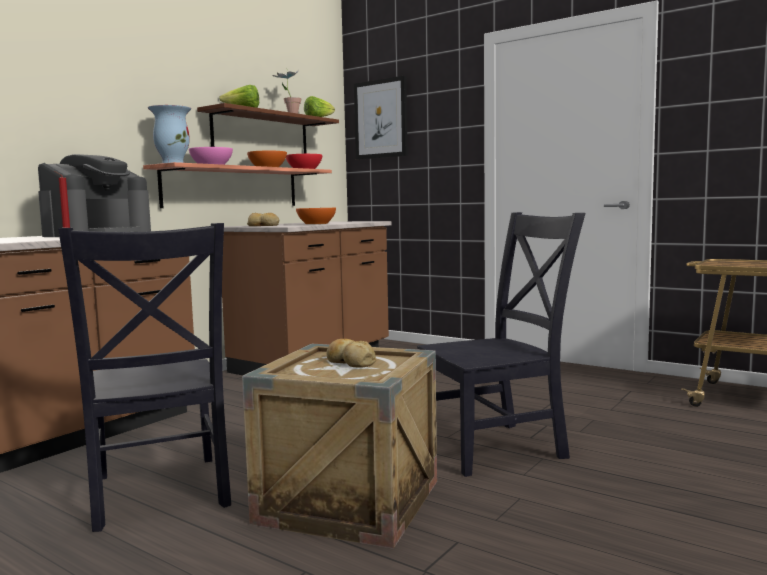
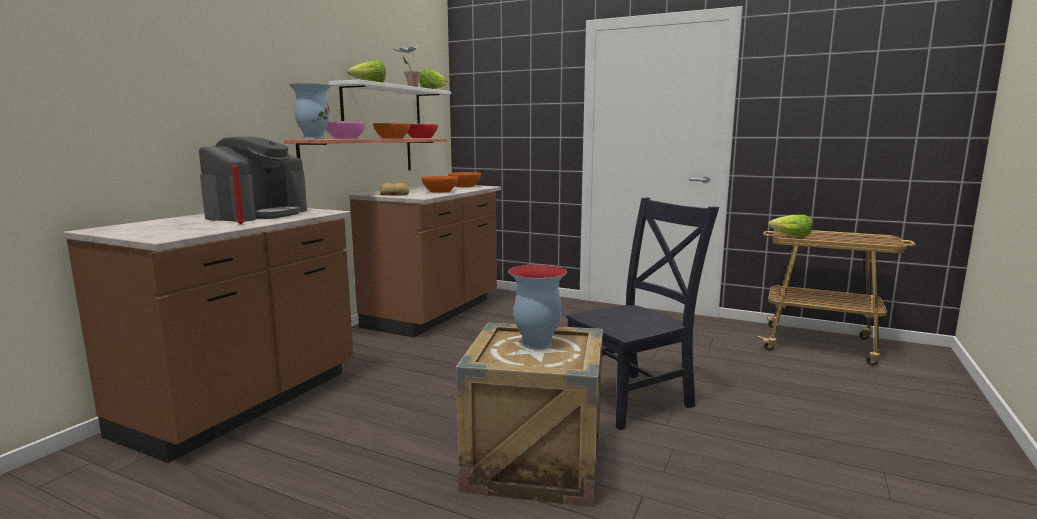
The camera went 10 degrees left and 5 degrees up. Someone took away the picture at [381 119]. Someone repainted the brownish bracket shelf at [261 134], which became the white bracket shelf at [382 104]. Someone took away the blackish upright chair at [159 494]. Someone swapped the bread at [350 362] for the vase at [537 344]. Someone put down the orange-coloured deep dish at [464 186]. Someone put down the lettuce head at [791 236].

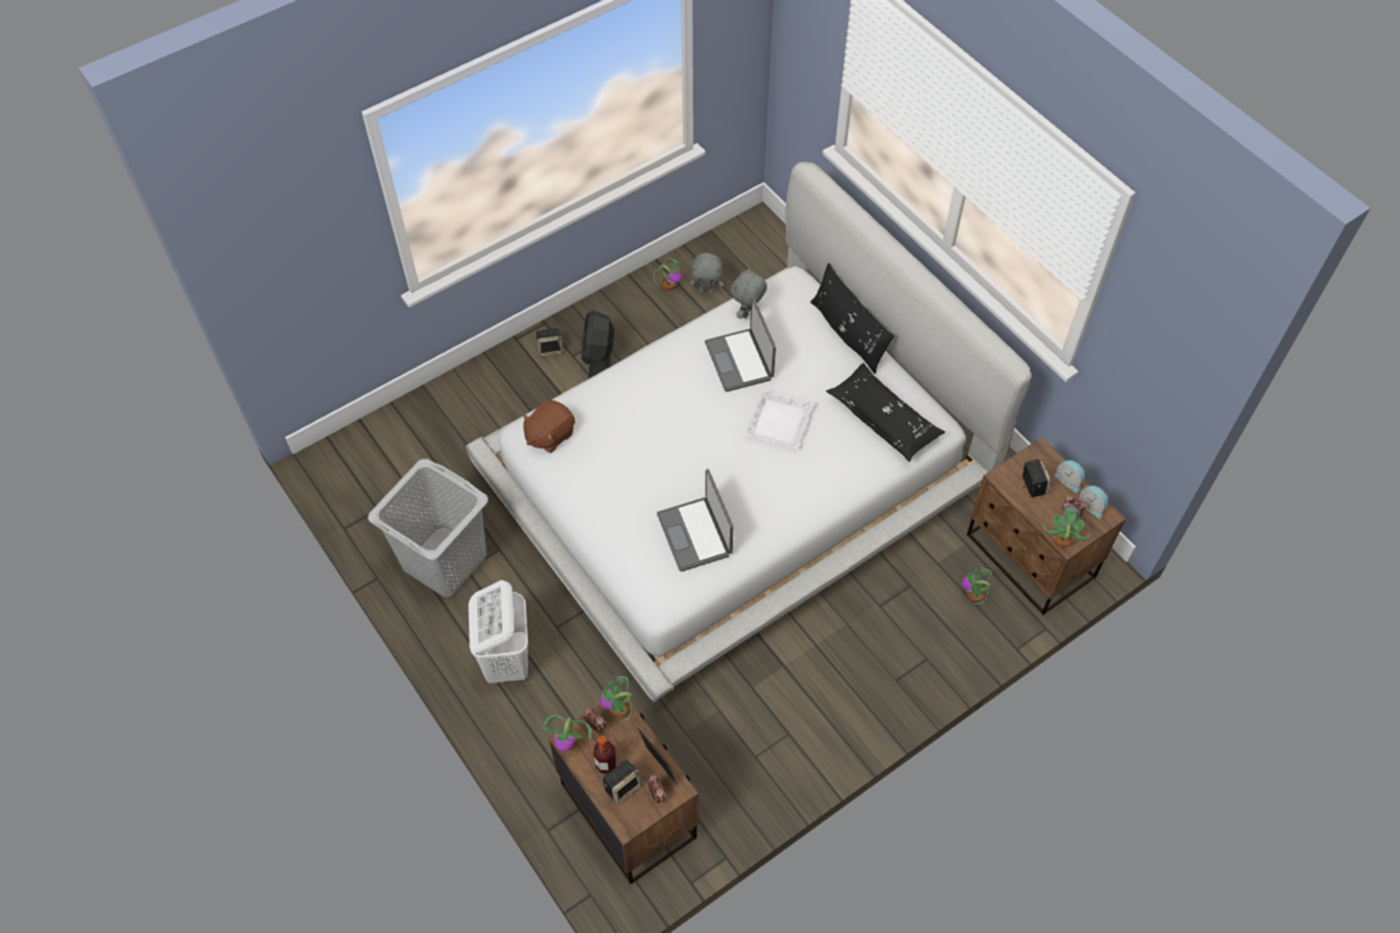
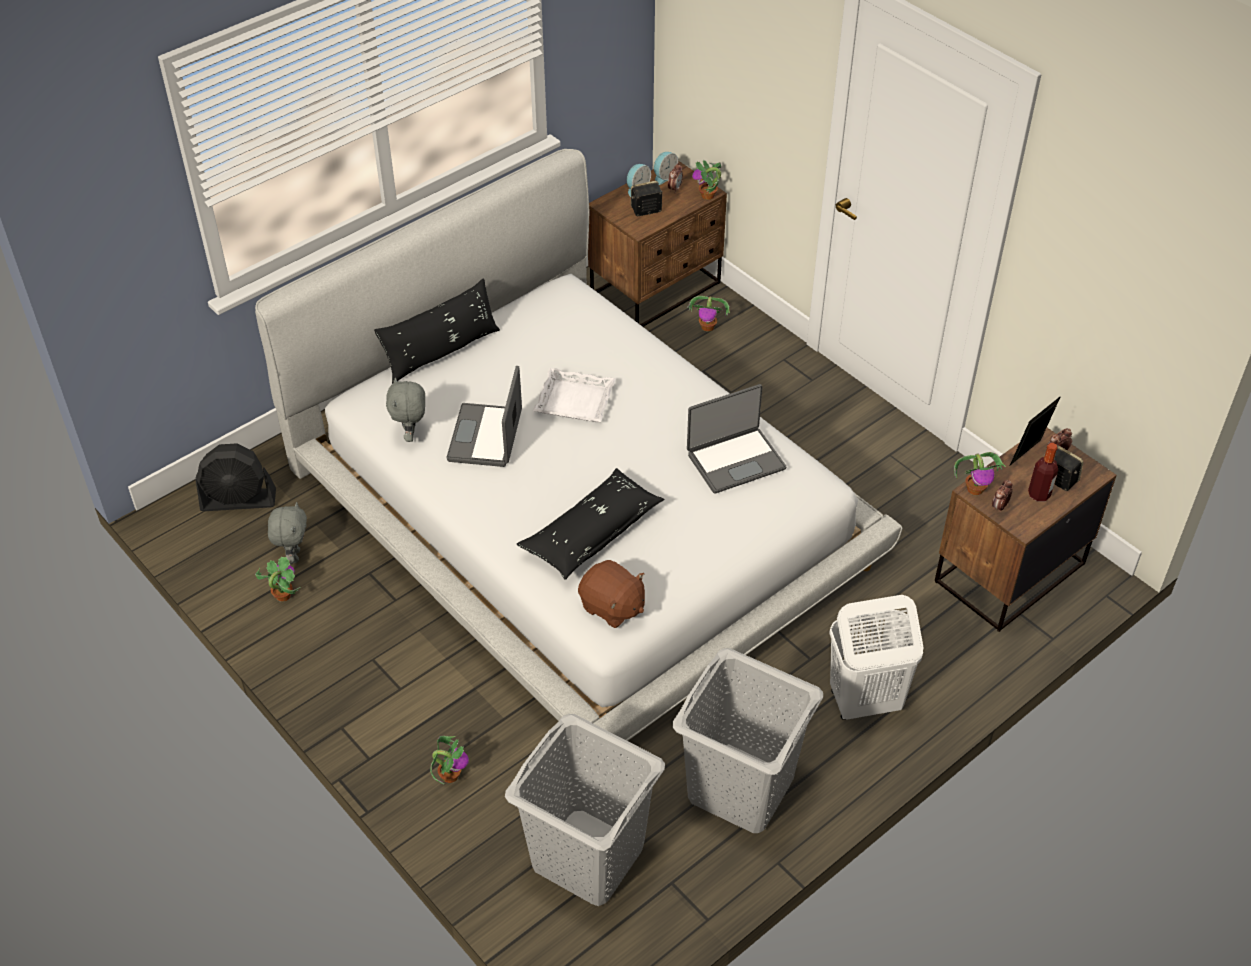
The camera went 95 degrees left and 10 degrees down. Someone rotated the gray cuddly toy at [748 313] by 60 degrees clockwise. Someone rotated the portable computer at [740 361] by 120 degrees clockwise. Someone carried the blackish cooling fan from [599 358] to [239 500]. Someone took away the audio speaker at [551 349]. Someone carried the blackish cushion from [884 419] to [592 533]. Someone carried the potted plant from [569 743] to [450 775]. Someone put down the gray washing basket at [588 858].

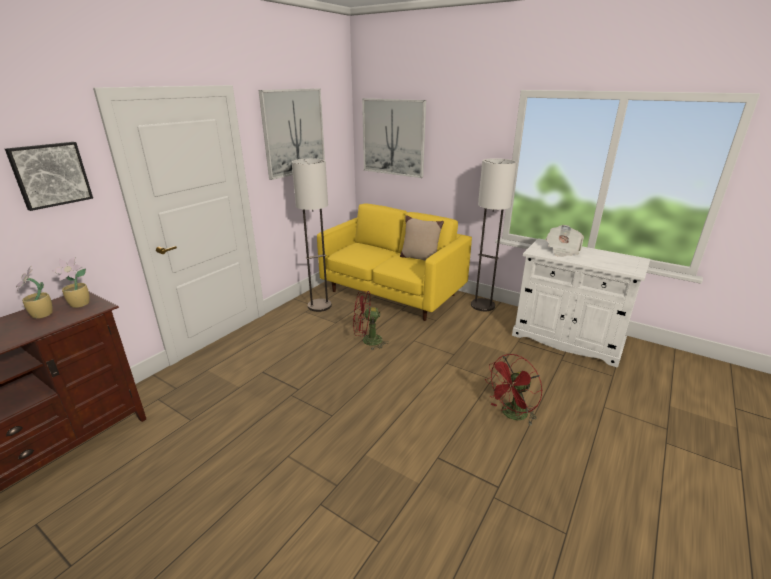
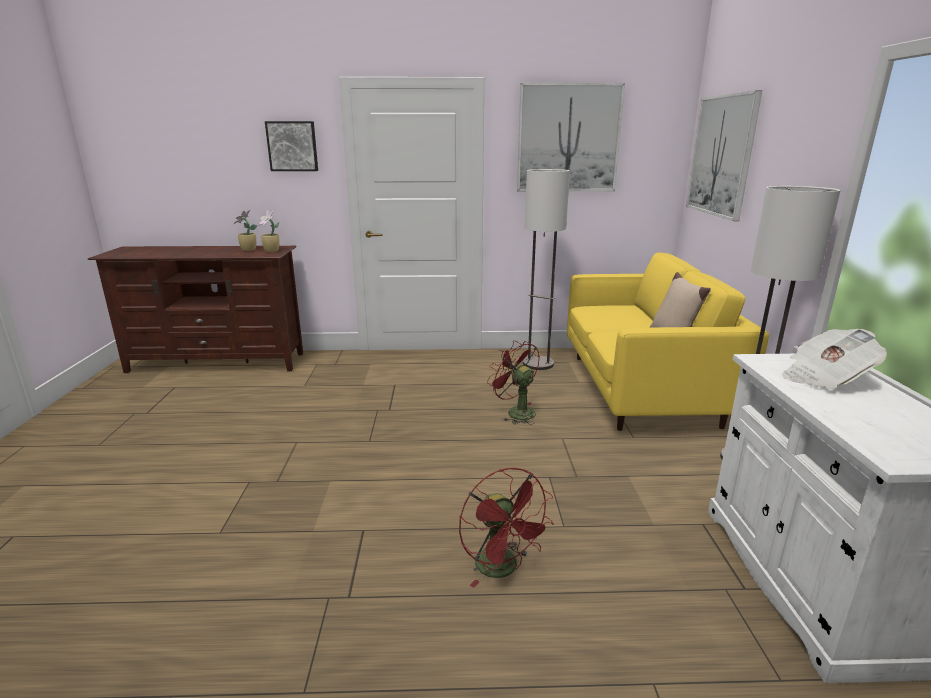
The camera went 55 degrees right and 5 degrees down. Someone rotated the red cooling fan at [511 415] by 135 degrees counterclockwise.

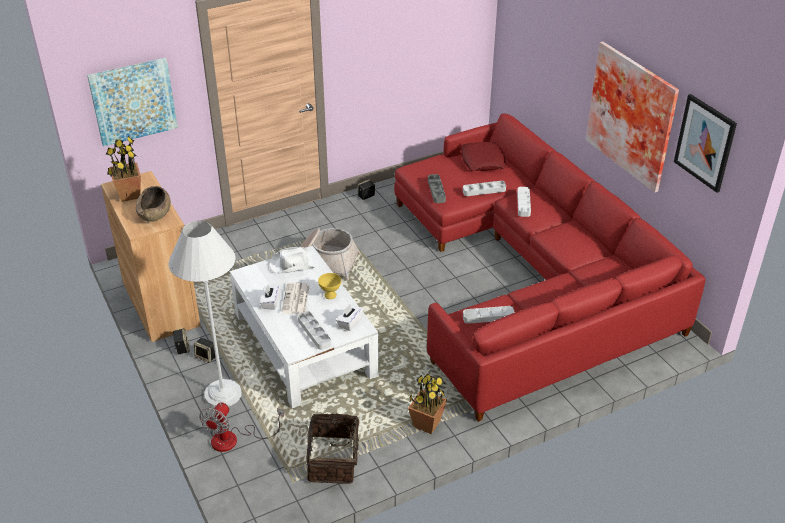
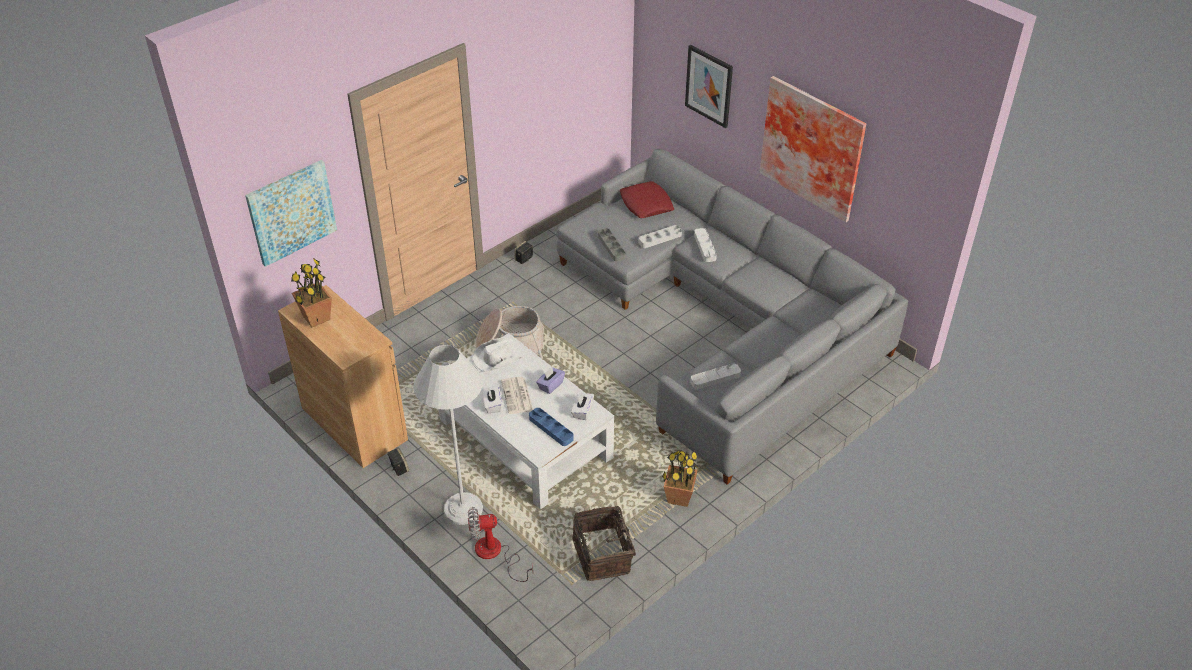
The camera went 15 degrees left and 5 degrees up. Someone carried the picture from [705 143] to [709 86]. Someone repainted the red couch at [529 277], which became the gray couch at [724 322]. Someone took away the brownish deep dish at [155 213]. Someone swapped the yellow deep dish at [330 295] for the purplish tissue box at [550 385]. Someone repainted the gray tray at [314 332], which became the bluish tray at [551 429]. Someone took away the audio speaker at [206 357]. Someone rotated the cooling fan at [234 439] by 75 degrees clockwise.

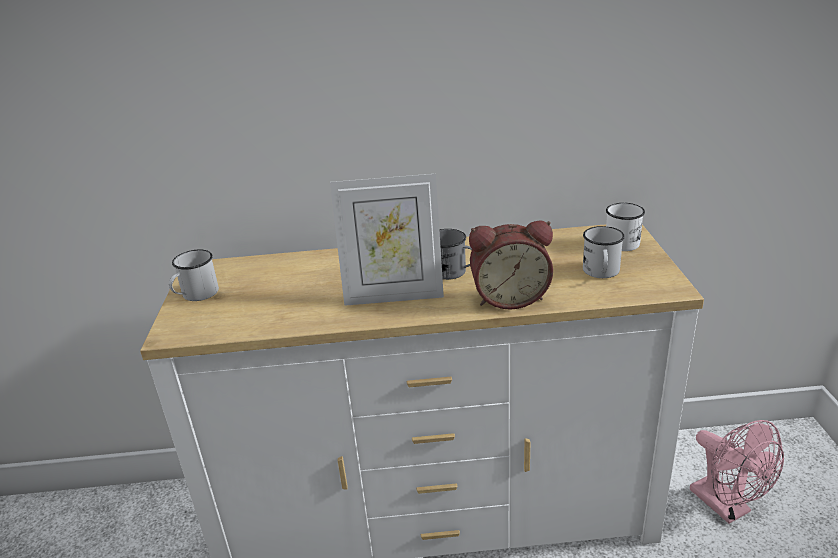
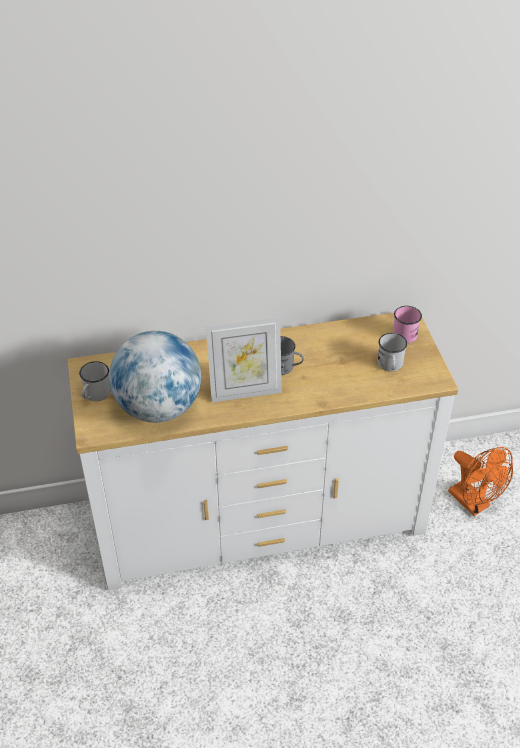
The camera went 10 degrees left and 15 degrees up. Someone repainted the white mug at [624 241], which became the pink-coloured mug at [406 332]. Someone took away the bedside clock at [509 297]. Someone repainted the pink-coloured cooling fan at [727 507], which became the orange-coloured cooling fan at [474 503]. Someone put down the globe at [159 408].

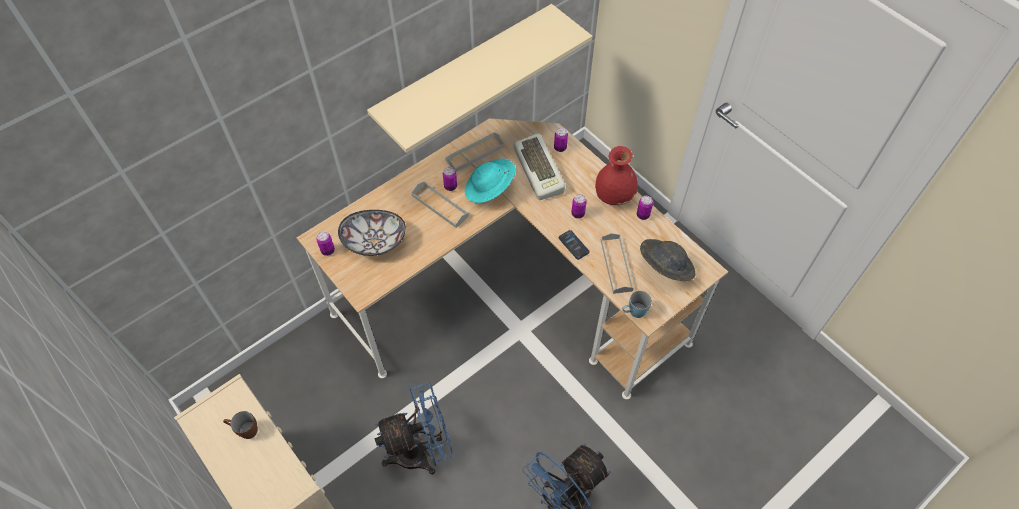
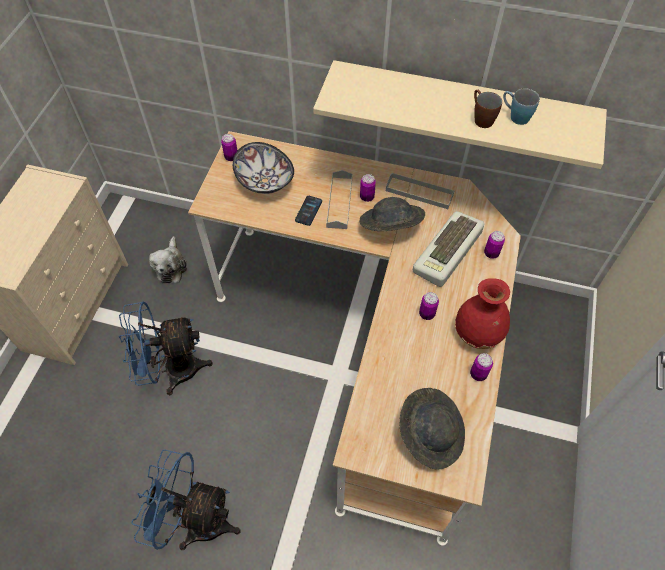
The camera went 55 degrees right and 0 degrees up. Someone repainted the turquoise-coloured hat at [489 189], which became the gray hat at [390 227]. Someone carried the phone from [573 245] to [308 211]. Someone took away the gray tray at [616 265]. Someone carried the bluish mug from [633 312] to [515 116]. Someone rotated the bluish cooling fan at [421 450] by 135 degrees clockwise. Someone carried the brownish mug from [244 430] to [480 118]. Someone put down the cuddly toy at [170 266].

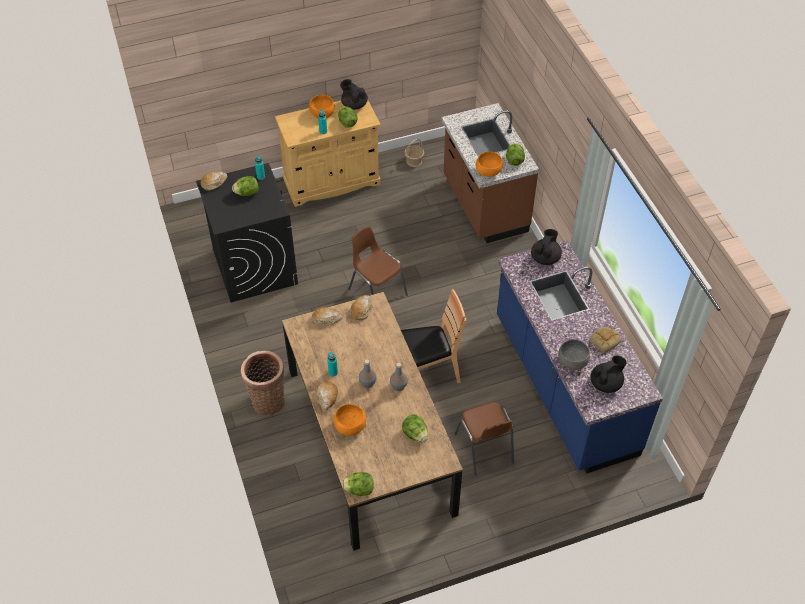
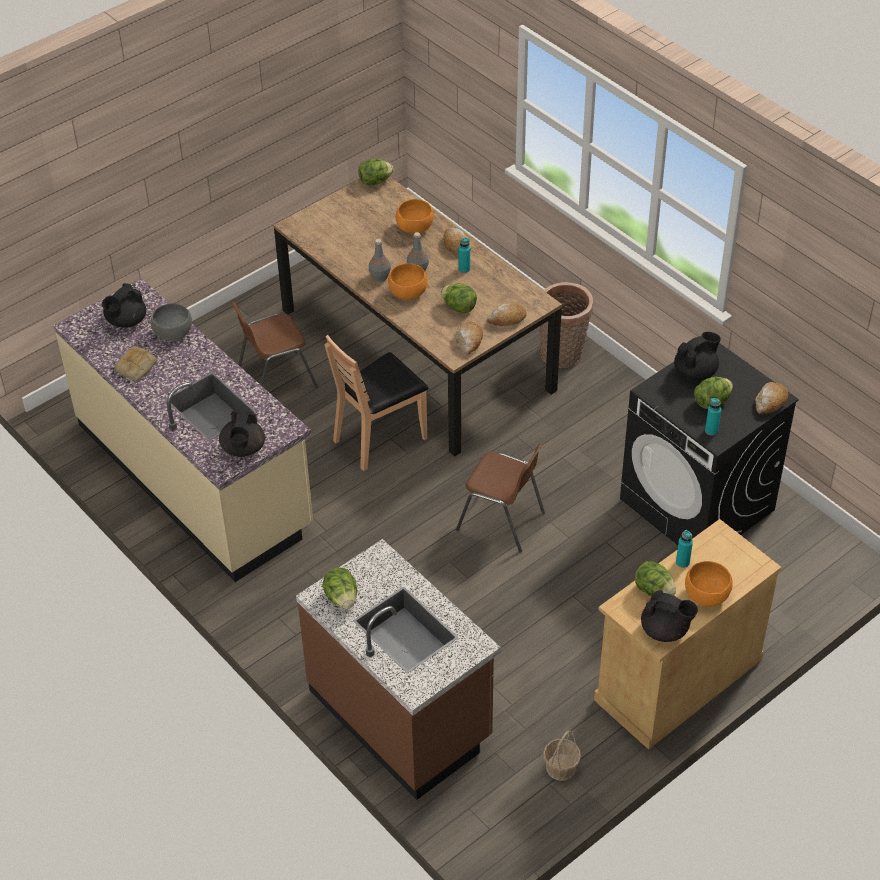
The camera went 160 degrees right and 5 degrees down. Someone carried the orange-coloured deep dish from [488 171] to [408 292]. Someone repainted the bluish kitchen base unit at [563 385], which became the beige-coloured kitchen base unit at [195 475]. Someone rotated the brownish upright chair at [484 449] by 75 degrees counterclockwise. Someone carried the lettuce head from [415 434] to [459 307]. Someone put down the blackish tea pot at [695 372].

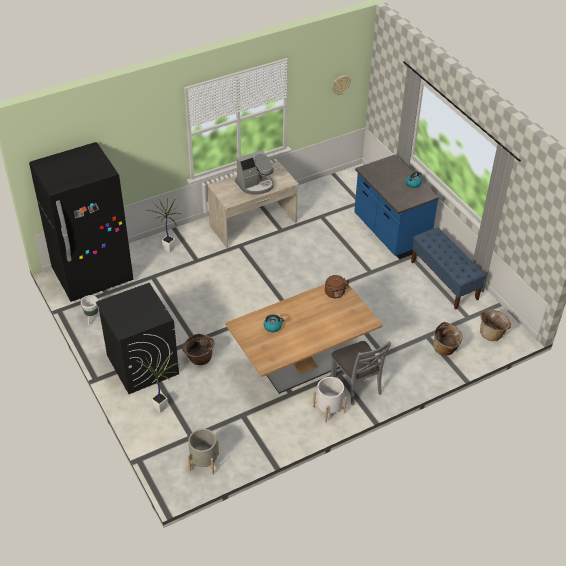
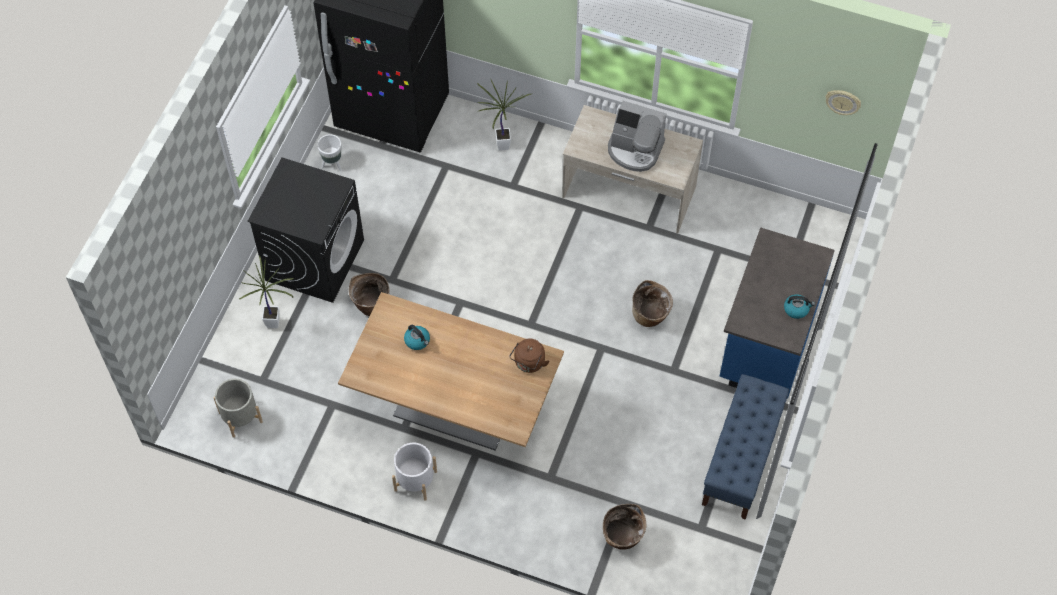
The camera went 50 degrees right and 15 degrees up. Someone carried the household basket from [492 334] to [650 315]. Someone took away the gray upright chair at [356 385].

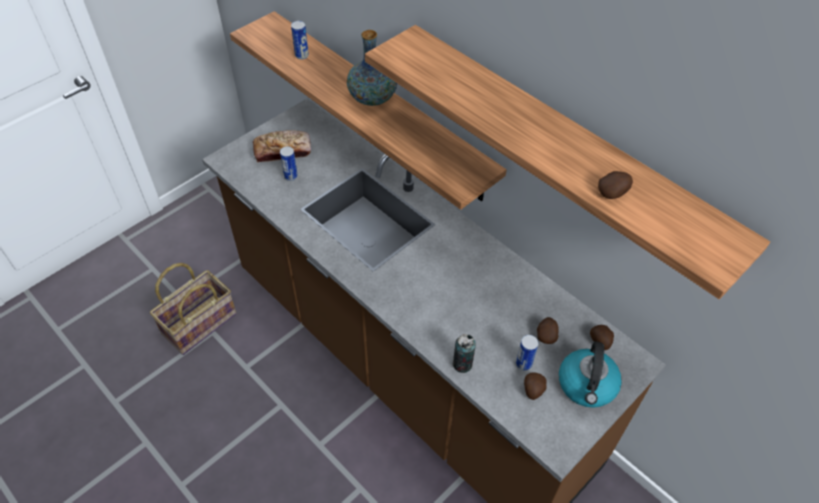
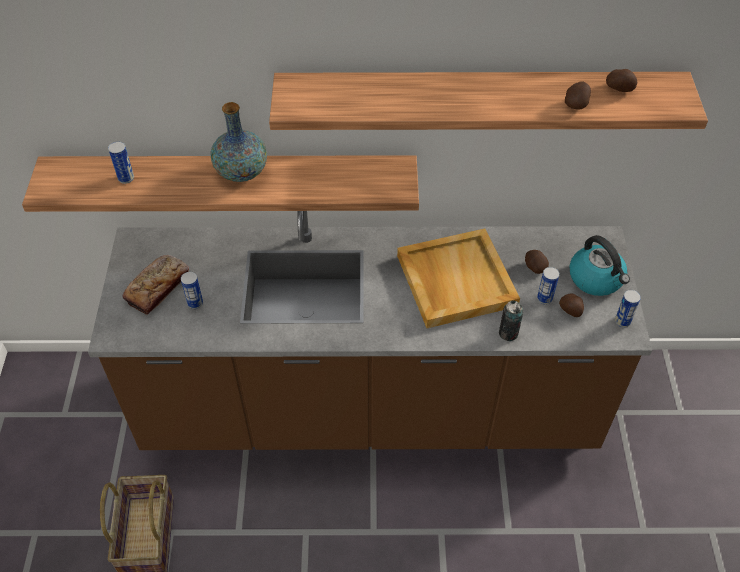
The camera went 45 degrees left and 0 degrees up. Someone carried the spud from [600 342] to [619 89]. Someone put down the beige-coloured tray at [455 280]. Someone put down the metal can at [622 321].

